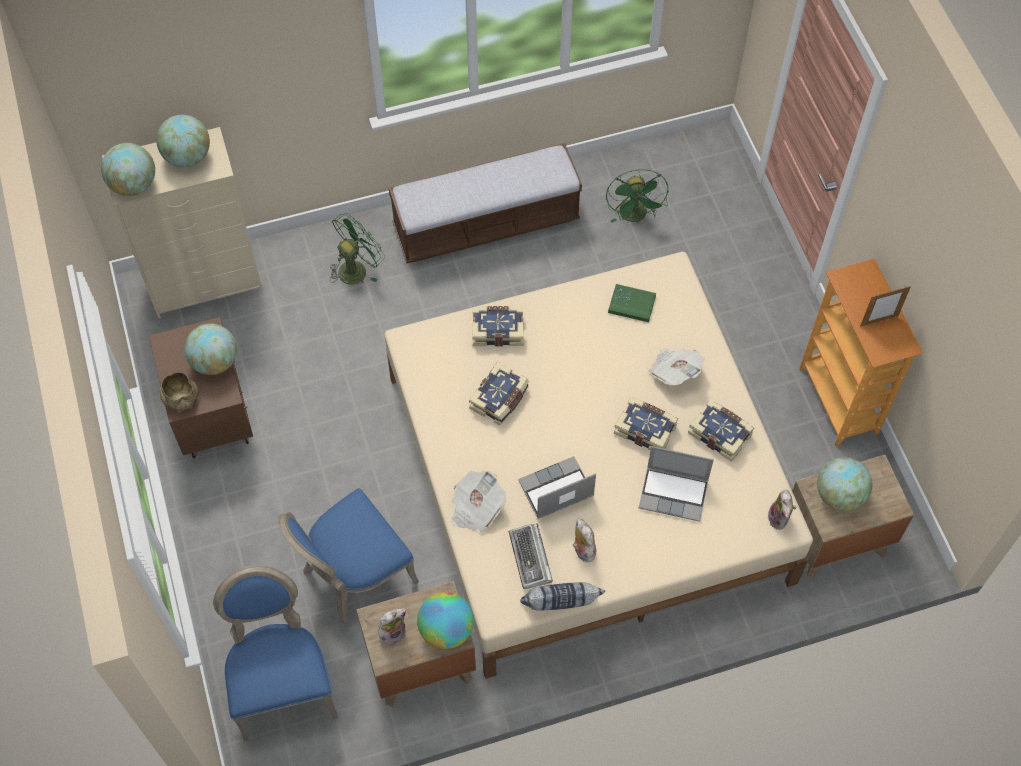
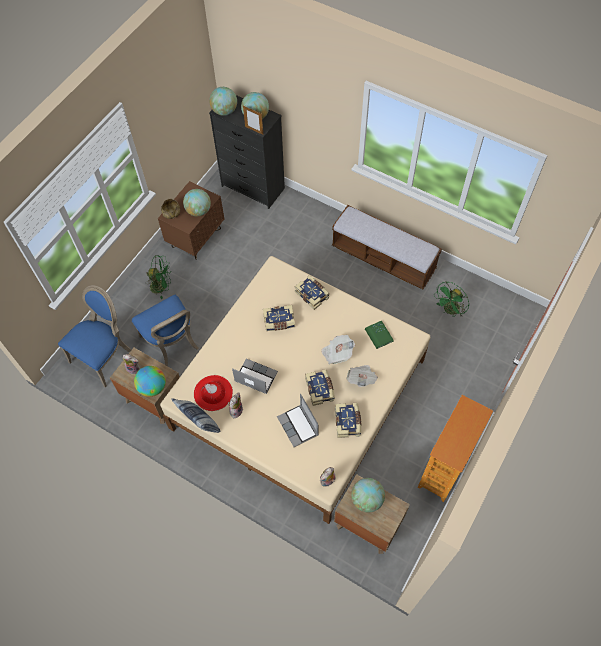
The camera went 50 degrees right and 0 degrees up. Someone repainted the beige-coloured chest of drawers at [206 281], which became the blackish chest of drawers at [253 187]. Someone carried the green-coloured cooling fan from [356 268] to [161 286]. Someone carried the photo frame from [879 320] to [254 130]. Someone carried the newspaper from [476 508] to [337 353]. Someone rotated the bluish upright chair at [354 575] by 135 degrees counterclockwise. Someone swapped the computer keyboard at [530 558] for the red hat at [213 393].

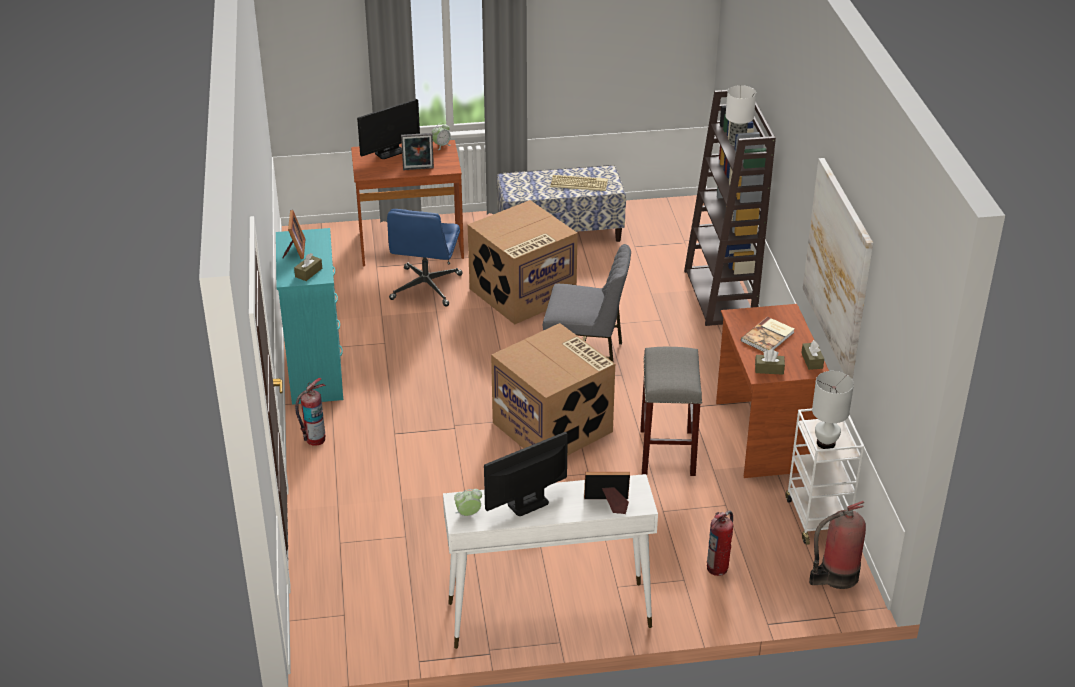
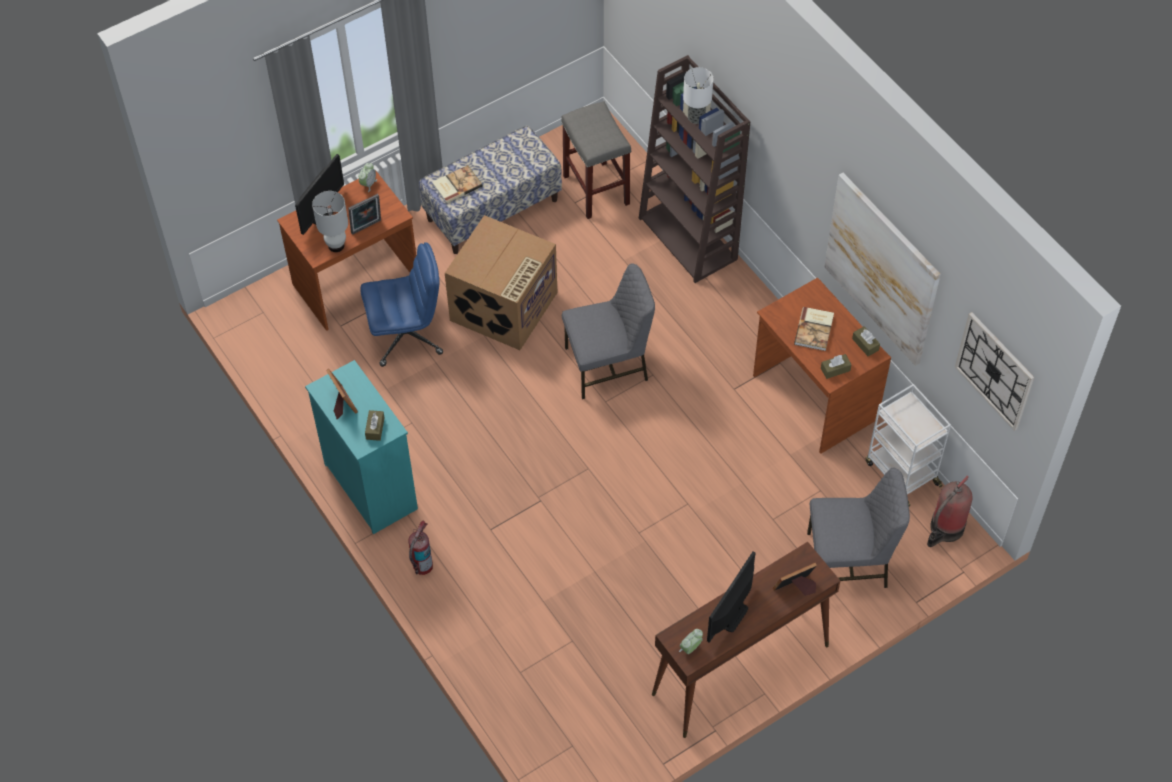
The camera went 25 degrees left and 20 degrees up. Someone took away the computer keyboard at [579 183]. Someone rotated the bluish computer chair at [426 287] by 90 degrees counterclockwise. Someone took away the carton at [554 427]. Someone carried the gray sitting stool from [666 451] to [595 189]. Someone carried the white tabletop lamp from [826 443] to [336 245]. Someone repainted the white hall table at [548 615], which became the brownish hall table at [739 670]. Someone swapped the extinguisher at [718 568] for the gray upright chair at [849 561]. Someone put down the bound book at [456 185]. Someone put up the clock on the wall at [994 371].

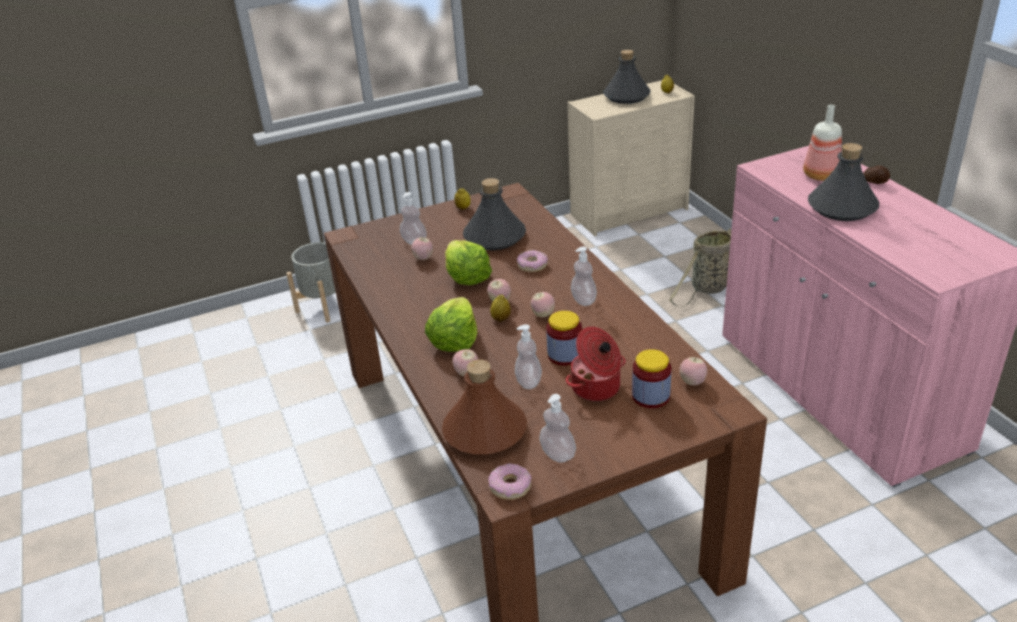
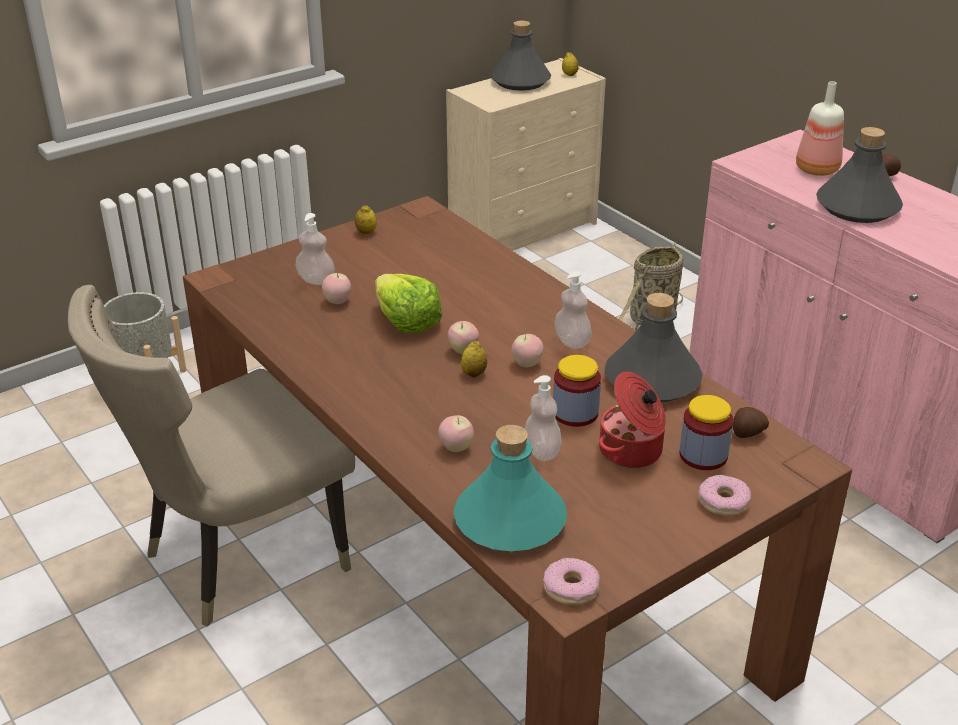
The camera went 15 degrees left and 0 degrees up. Someone carried the gray bottle from [494 237] to [651 379]. Someone carried the doughnut from [532 265] to [723 502]. Someone took away the lettuce head at [454 340]. Someone swapped the apple at [692 382] for the spud at [747 433]. Someone repainted the brownish bottle at [485 432], which became the turquoise-coloured bottle at [510 521]. Someone took away the liquid soap bottle at [558 454]. Someone put down the beige-coloured upright chair at [236 559].

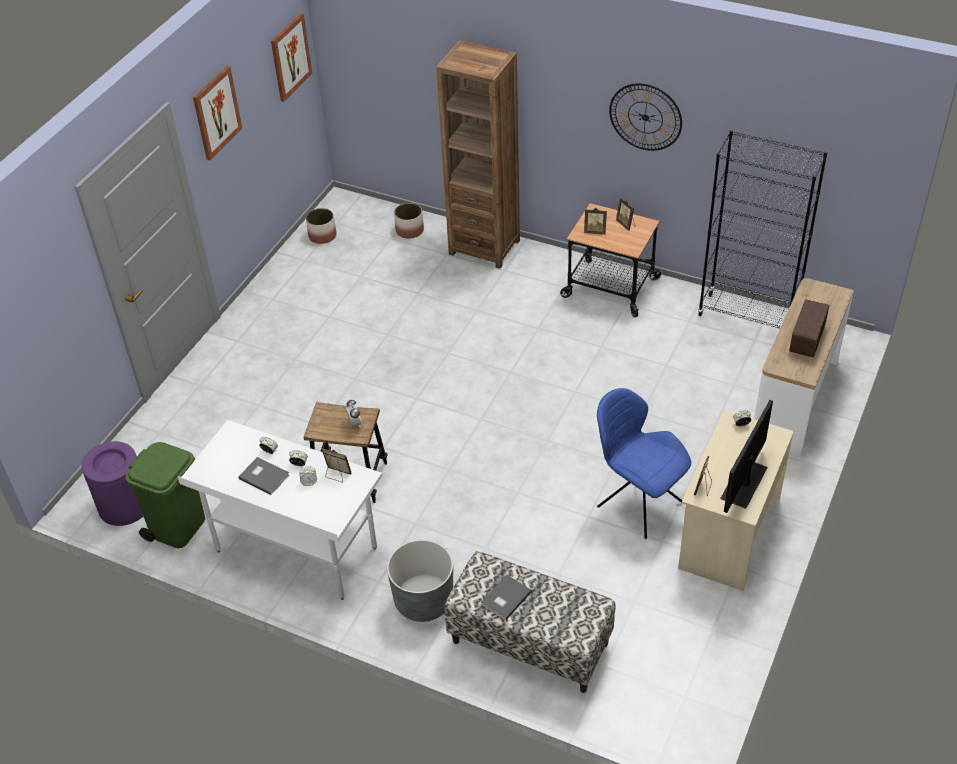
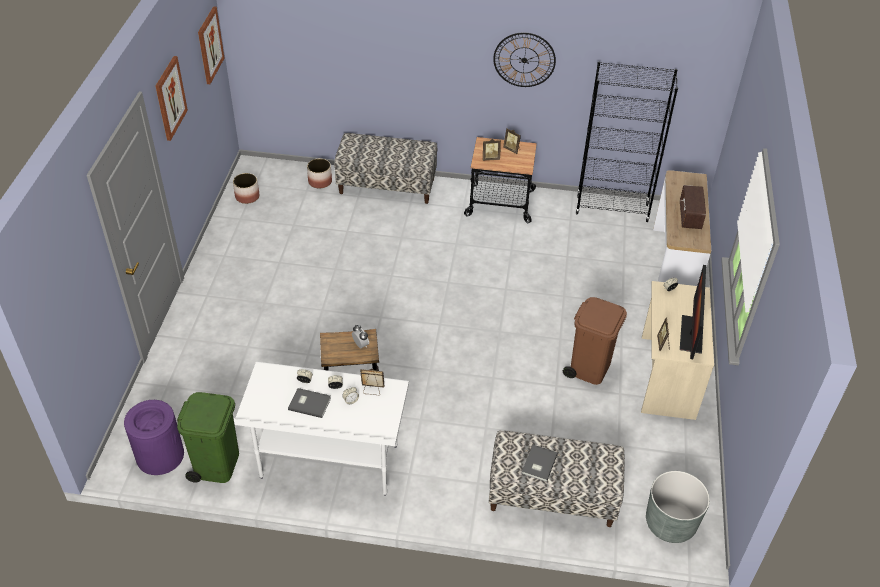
The camera went 20 degrees left and 0 degrees up. Someone swapped the brownish shelving unit at [484 247] for the indoor bench at [387 186]. Someone swapped the bluish upright chair at [637 503] for the brownish rubbish bin at [589 367]. Someone carried the gray planter from [423 600] to [670 523].

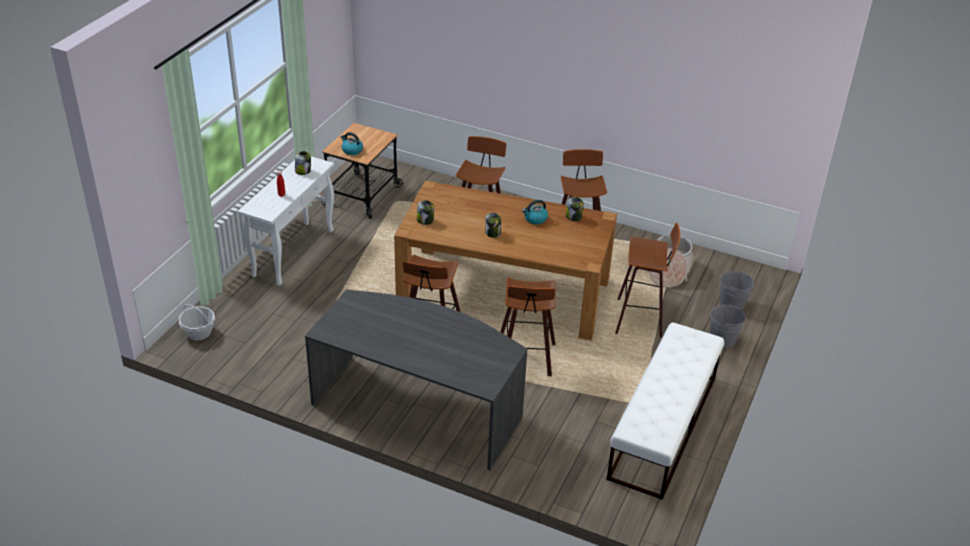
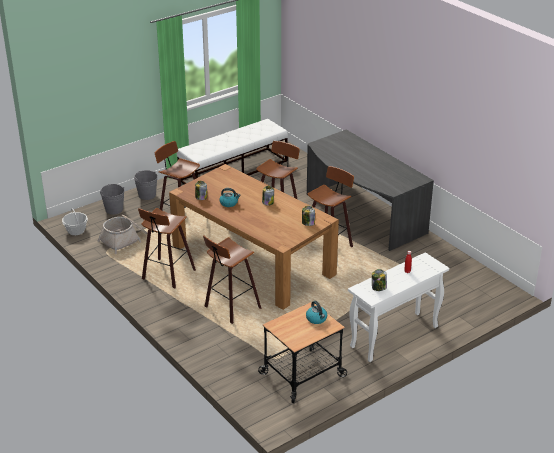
The camera went 150 degrees left and 5 degrees down. Someone carried the household basket from [199 332] to [76 230].

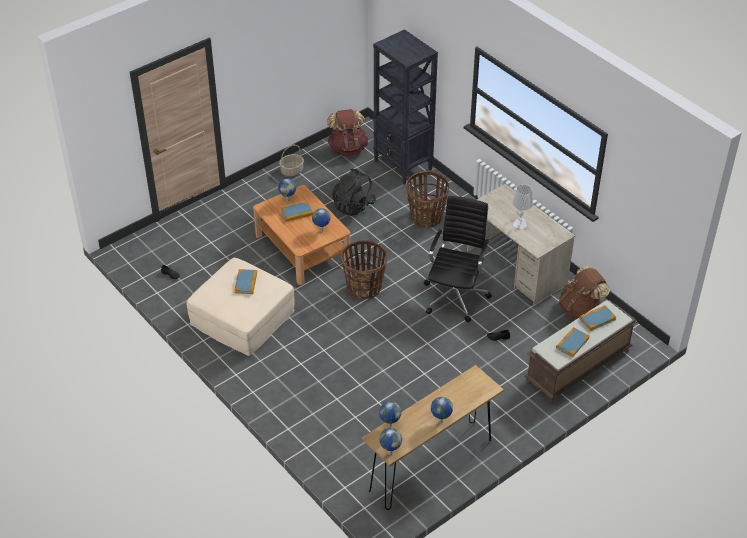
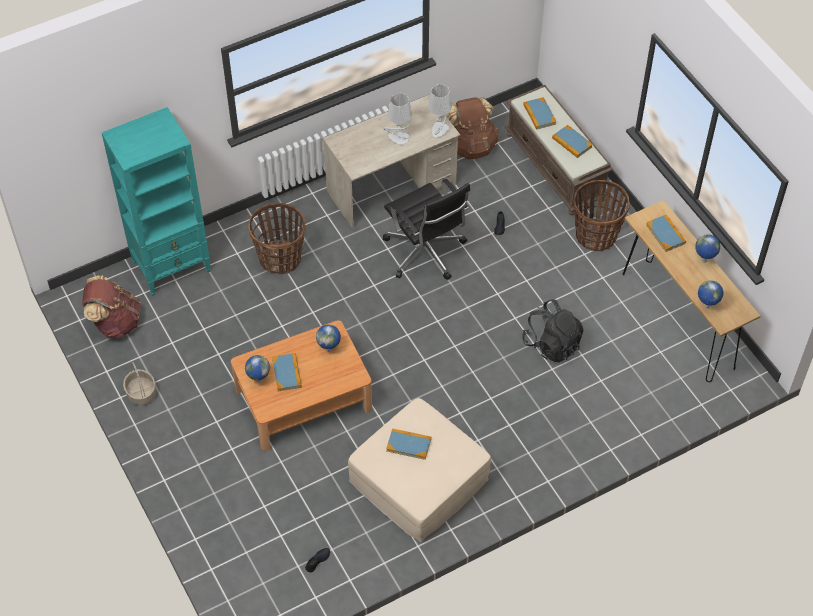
The camera went 80 degrees left and 10 degrees up. Someone repainted the blackish shelving unit at [403 166], which became the turquoise-coloured shelving unit at [172 266]. Someone carried the blackish knapsack from [353 206] to [552 344]. Someone rotated the blackish computer chair at [456 296] by 150 degrees counterclockwise. Someone carried the household basket from [364 288] to [596 235]. Someone took away the globe at [390 452]. Someone put down the gray tabletop lamp at [439 130]. Someone put down the bound book at [665 234].

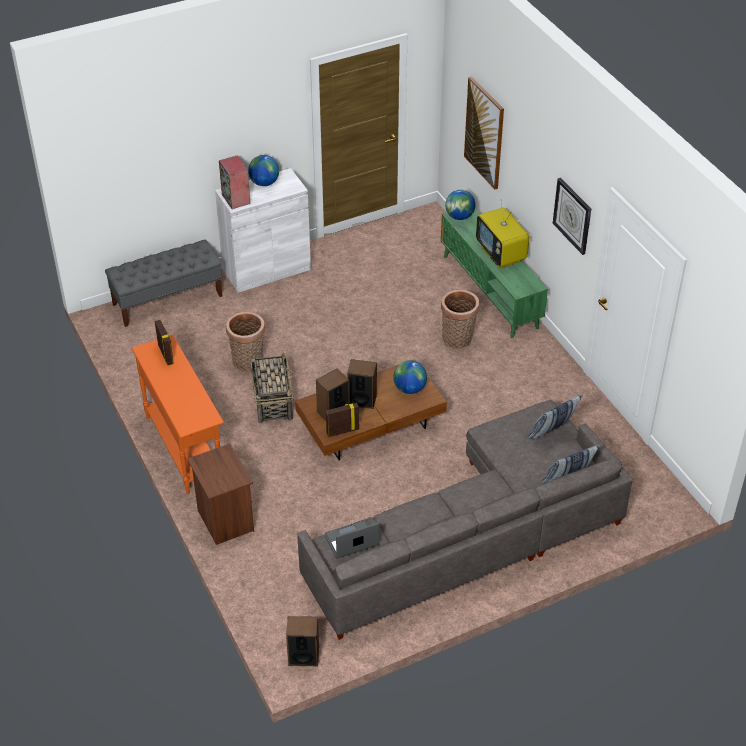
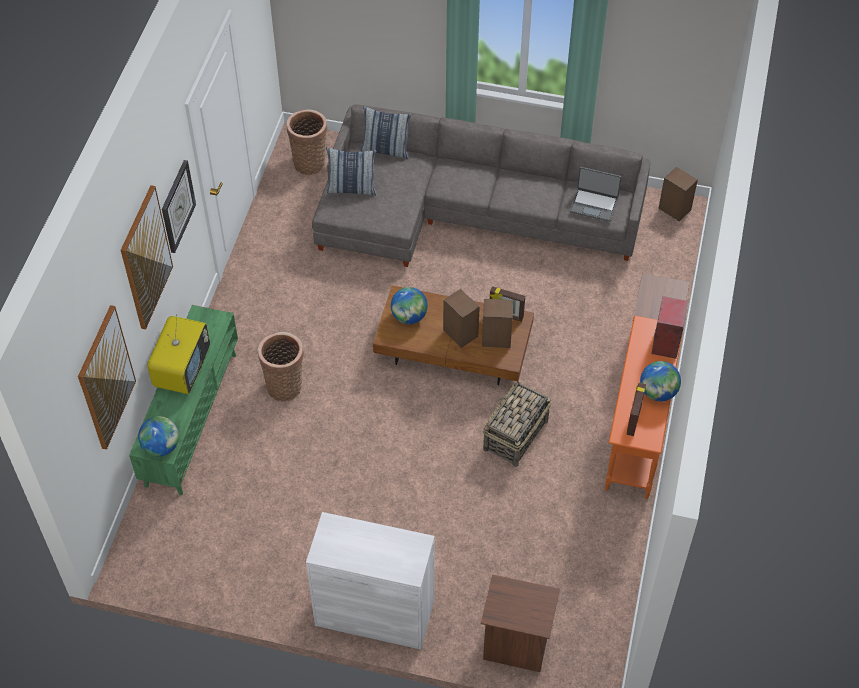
The camera went 140 degrees left and 10 degrees up. Someone carried the audio speaker from [236 199] to [665 342]. Someone carried the globe from [264 183] to [658 392]. Someone swapped the gray indoor bench at [168 300] for the brownish night table at [516 645]. Someone carried the household basket from [248 363] to [310 162]. Someone put up the picture at [145 258].

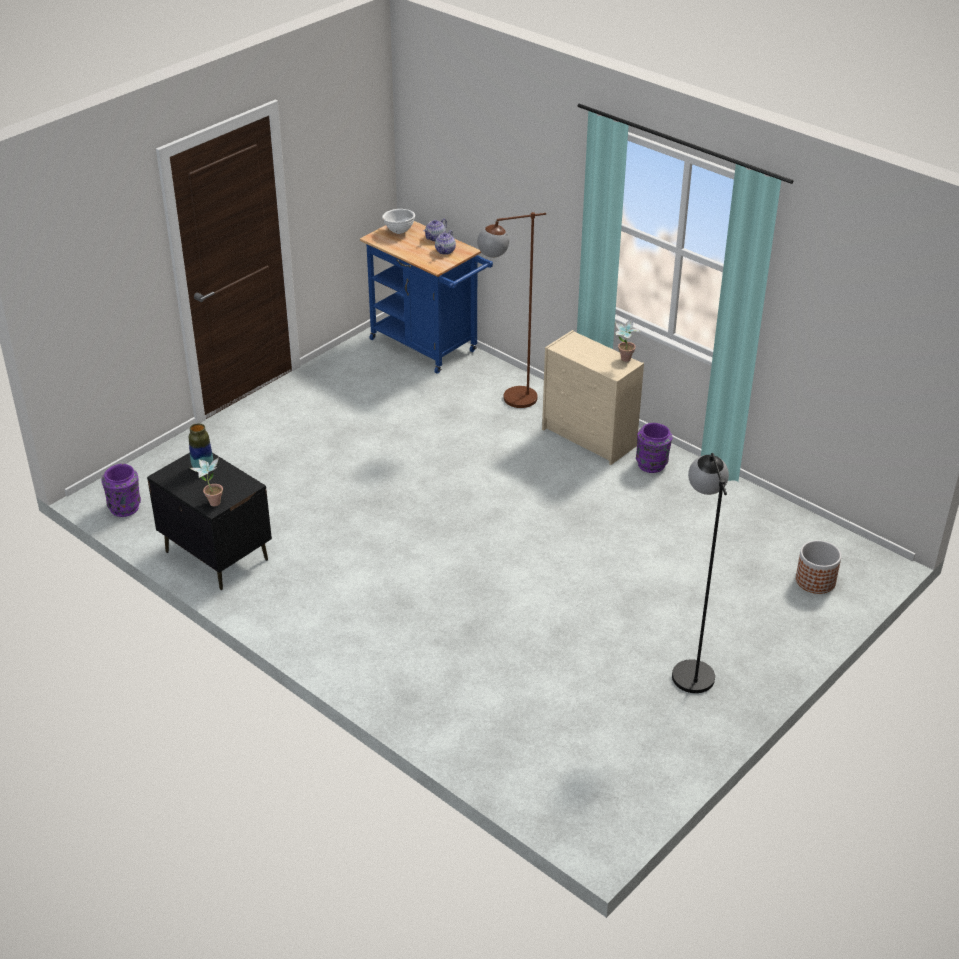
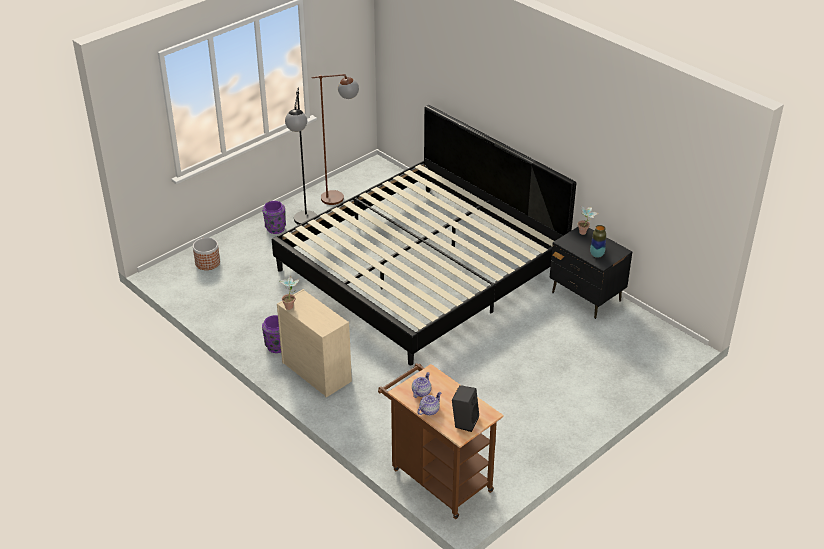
The camera went 175 degrees left and 0 degrees up. Someone swapped the white deep dish at [399 232] for the blackish audio speaker at [464 421]. Someone carried the brownish standing lamp from [508 400] to [340 197]. Someone repainted the bluish trolley at [428 347], which became the brownish trolley at [437 477]. Someone carried the purplish vase from [125 507] to [275 229]. Someone put down the sleeping bed at [421 268].

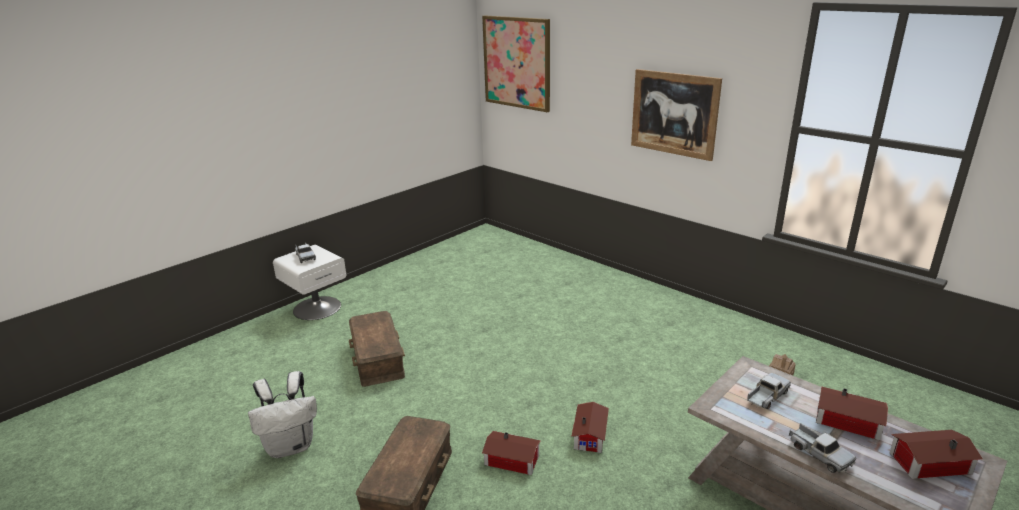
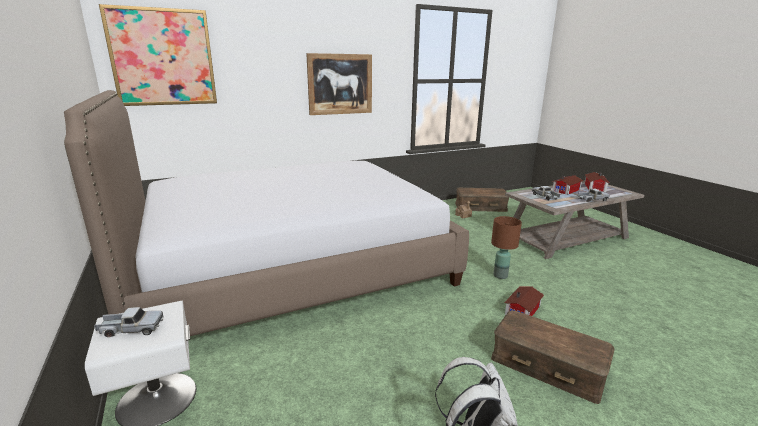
The camera went 70 degrees left and 5 degrees down. Someone carried the brownish storage bin from [378 358] to [480 207]. Someone swapped the toy house at [591 434] for the brownish tabletop lamp at [500 275]. Someone put down the sleeping bed at [290 269].

